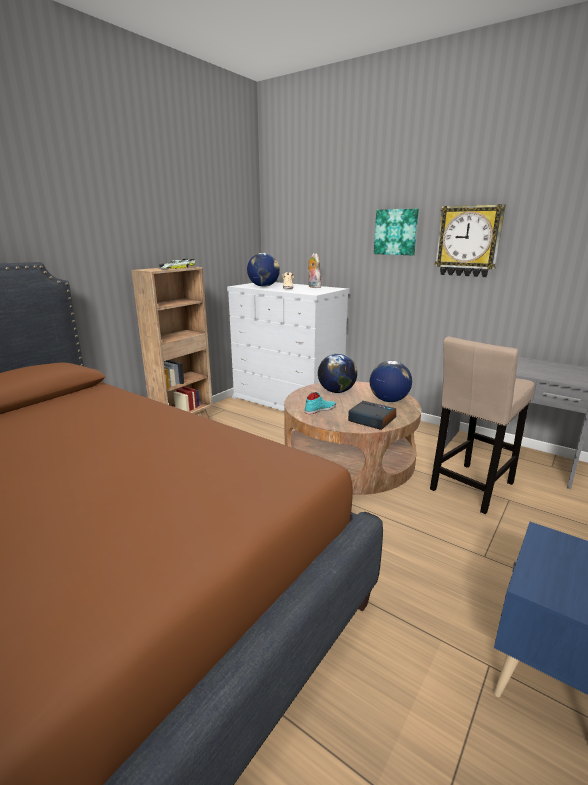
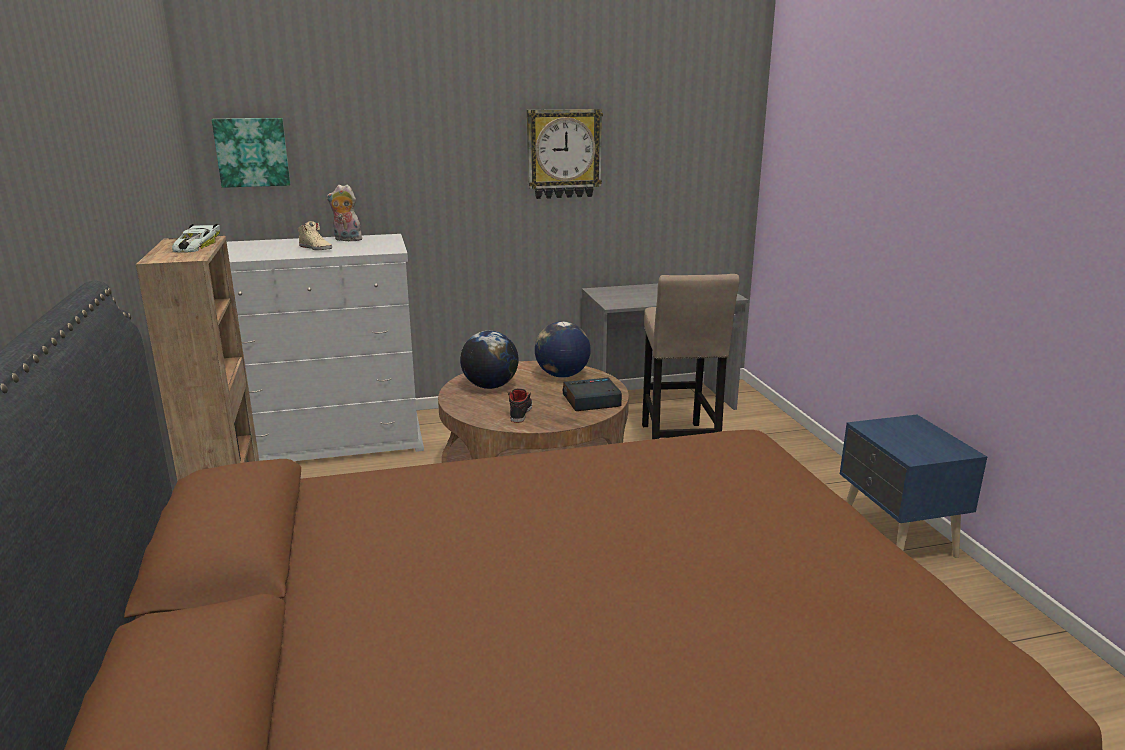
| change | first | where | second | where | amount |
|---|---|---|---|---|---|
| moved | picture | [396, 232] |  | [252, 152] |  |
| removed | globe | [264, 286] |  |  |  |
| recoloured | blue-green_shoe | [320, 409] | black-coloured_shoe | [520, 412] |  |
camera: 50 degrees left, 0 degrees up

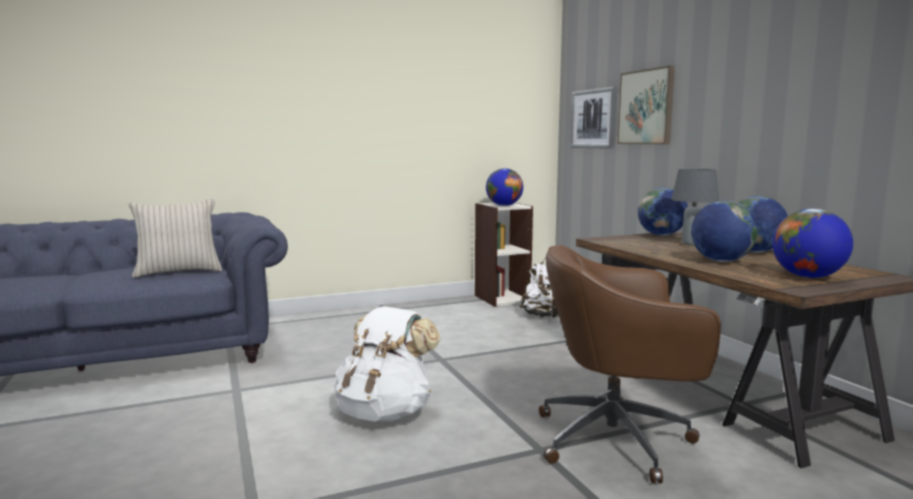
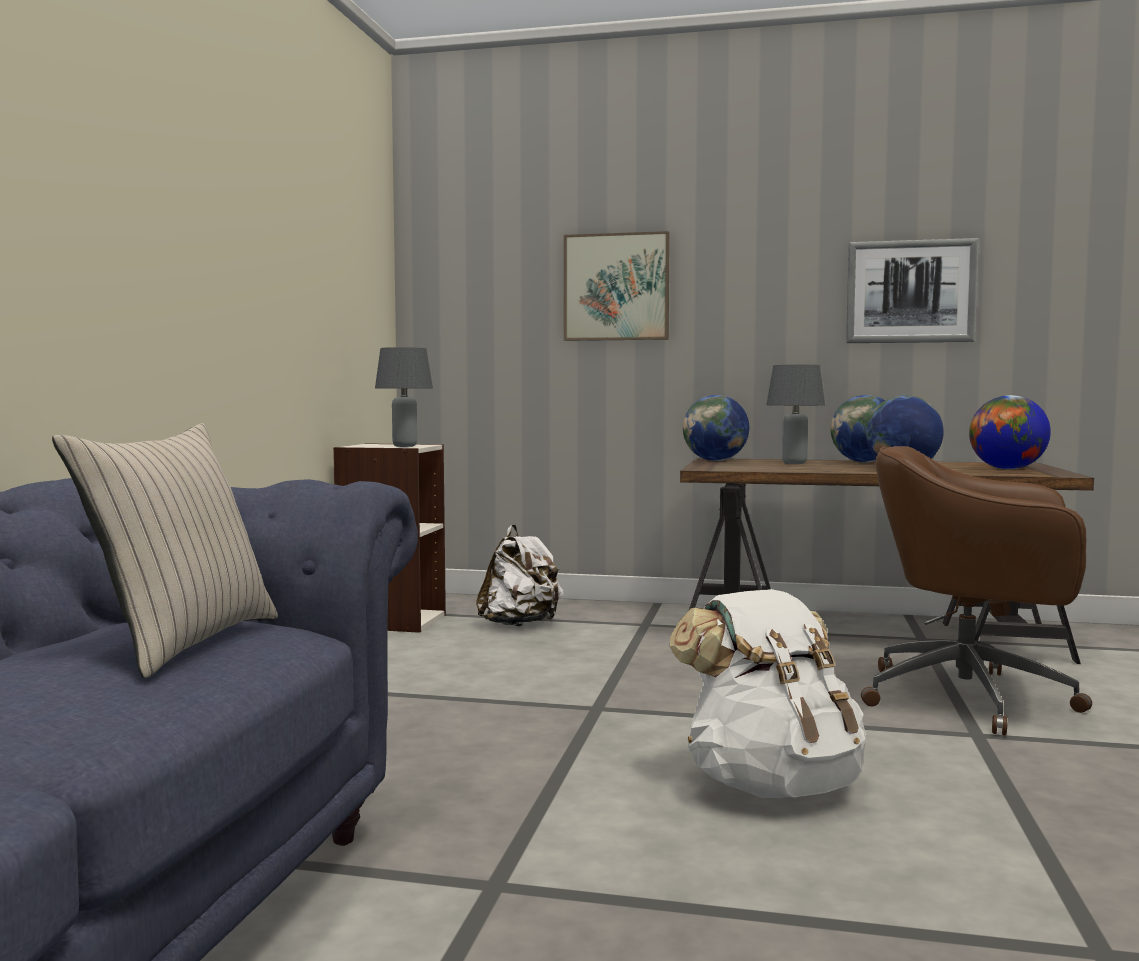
| change | first | where | second | where | amount |
|---|---|---|---|---|---|
| moved | picture | [593, 119] |  | [910, 292] |  |
| replaced | globe | [504, 205] | gray_table_lamp | [405, 446] |  |
| turned | brown_office_chair | [618, 439] |  | [973, 699] | 75 degrees clockwise |
camera: 55 degrees left, 5 degrees down

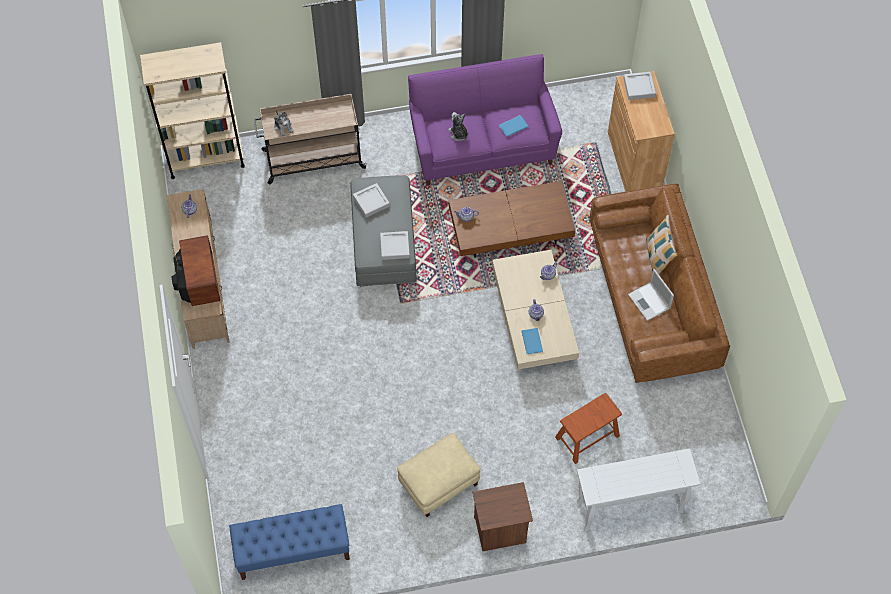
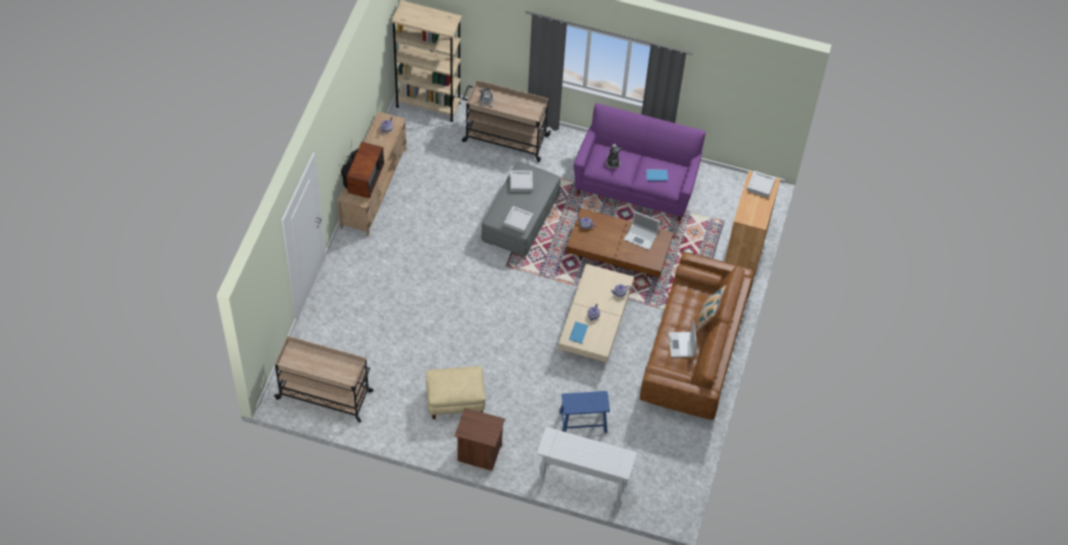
| change | first | where | second | where | amount |
|---|---|---|---|---|---|
| recoloured | brown_stool_seat | [587, 436] | blue-coloured_stool_seat | [583, 421] |  |
| replaced | blue-coloured_bench | [292, 551] | sand-coloured_trolley | [326, 395] |  |
| added |  |  | portable_computer | [641, 237] |  |
camera: 25 degrees right, 5 degrees down

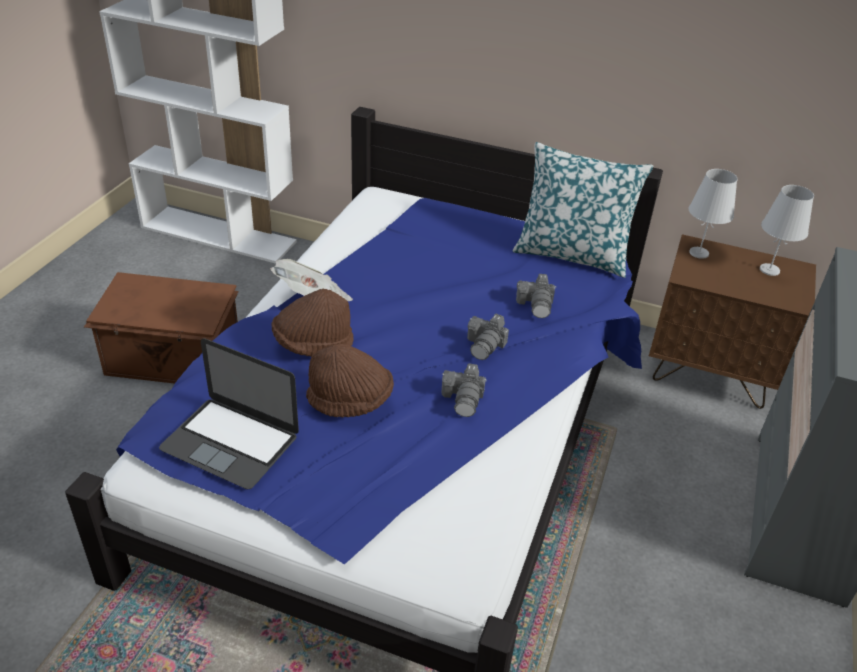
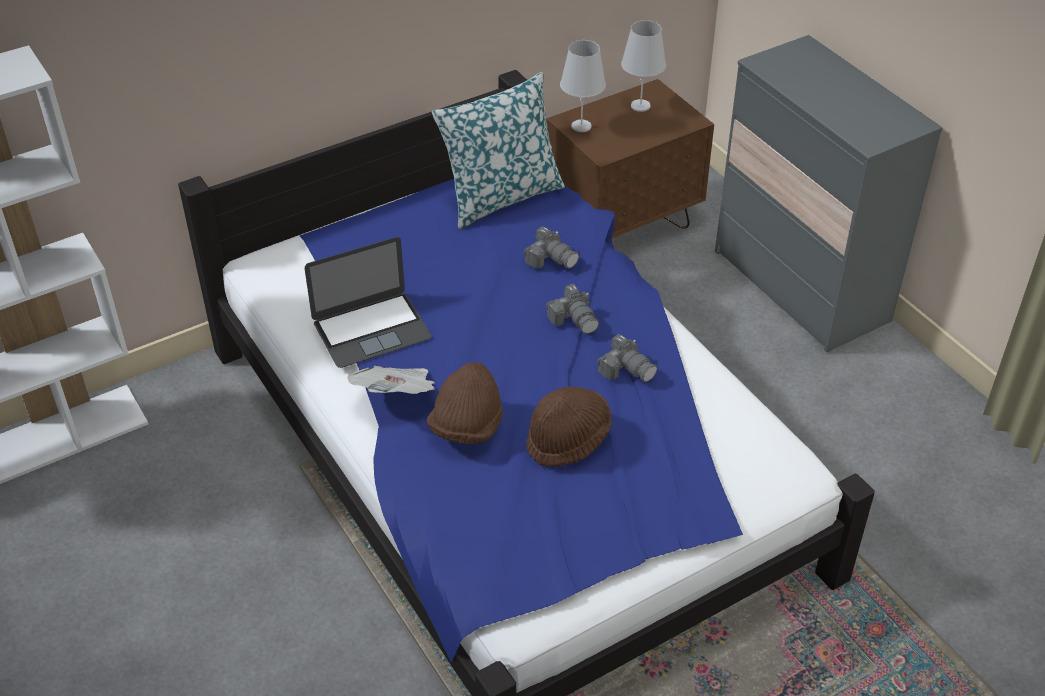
| change | first | where | second | where | amount |
|---|---|---|---|---|---|
| removed | brown_storage_bin | [174, 360] |  |  |  |
| moved | portable_computer | [230, 442] |  | [371, 329] |  |
camera: 50 degrees left, 5 degrees up

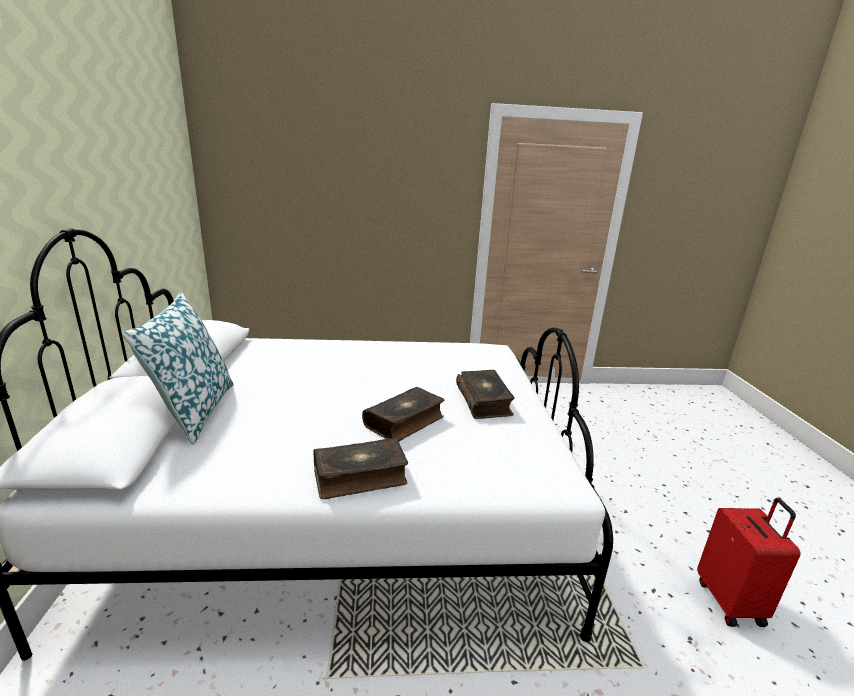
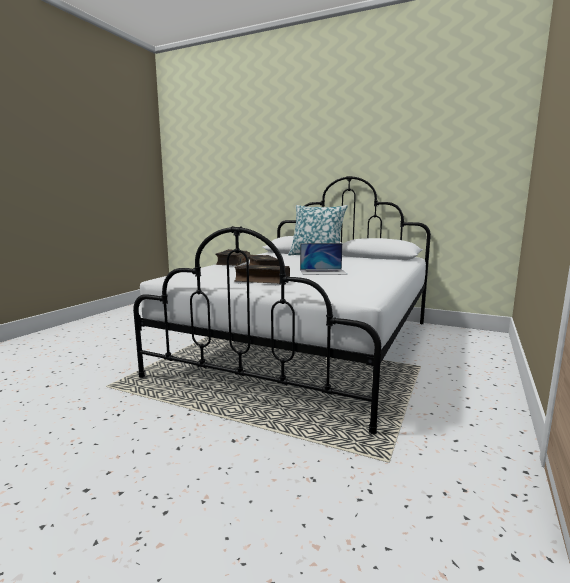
| change | first | where | second | where | amount |
|---|---|---|---|---|---|
| removed | reddish_suitcase | [731, 602] |  |  |  |
| added |  |  | portable_computer | [323, 272] |  |
camera: 120 degrees right, 10 degrees down

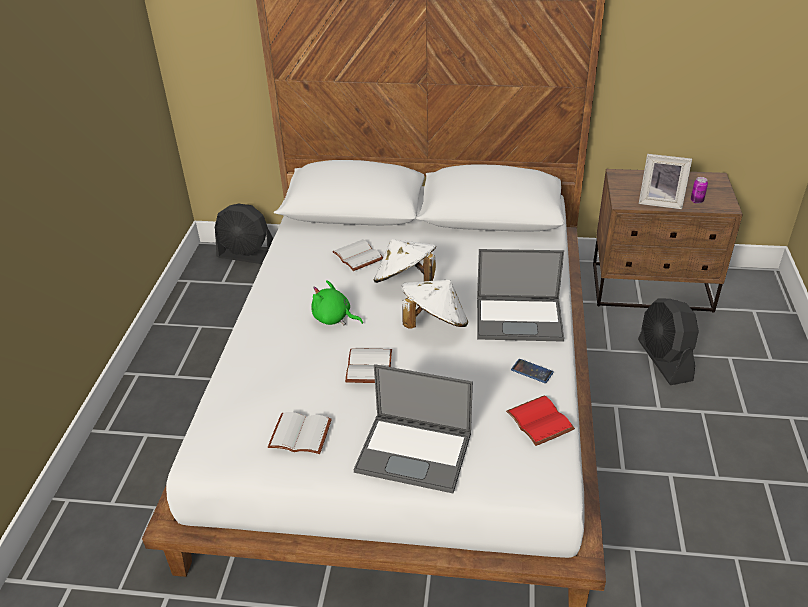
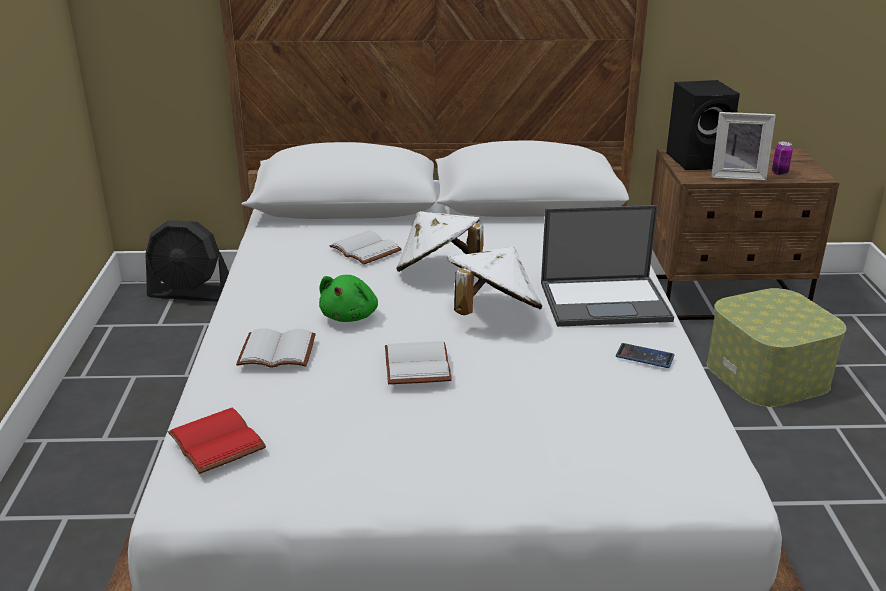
| change | first | where | second | where | amount |
|---|---|---|---|---|---|
| turned | green-coloured_soft_toy | [334, 318] |  | [350, 316] | 90 degrees counterclockwise |
| replaced | black-coloured_fan | [664, 360] | storage_bin | [767, 374] |  |
| removed | portable_computer | [415, 452] |  |  |  |
| moved | reddish_bound_book | [541, 421] |  | [219, 442] |  |
| moved | whitish_bound_book | [301, 433] |  | [279, 350] |  |
| added |  |  | black-coloured_speaker | [699, 160] |  |
camera: 10 degrees left, 10 degrees down

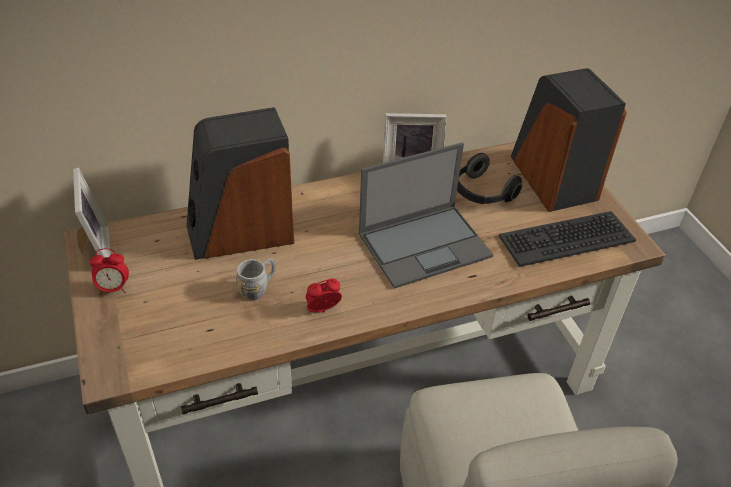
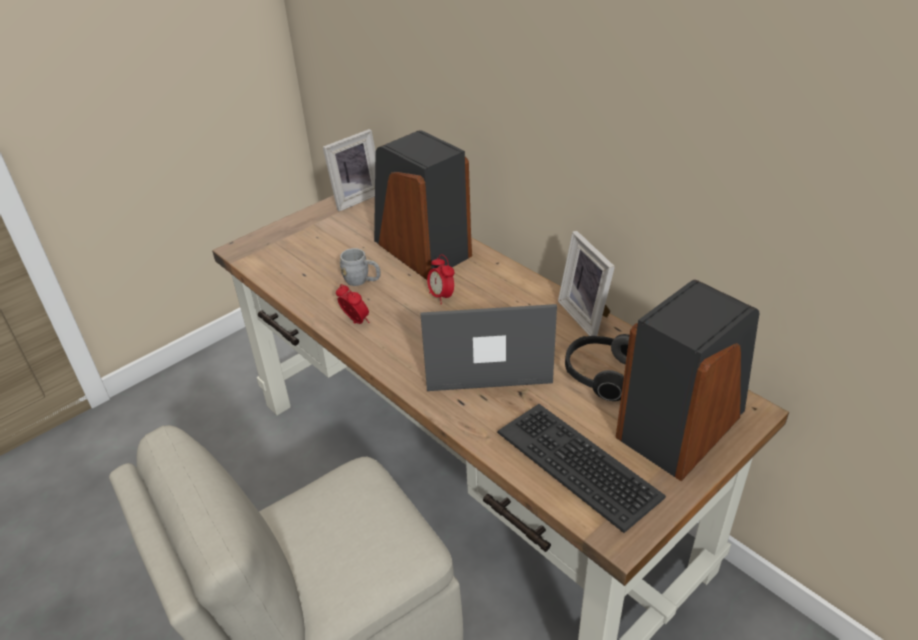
| change | first | where | second | where | amount |
|---|---|---|---|---|---|
| turned | portable_computer | [426, 244] |  | [484, 357] | 135 degrees clockwise |
| moved | alarm_clock | [113, 288] |  | [441, 296] |  |
camera: 70 degrees right, 5 degrees down

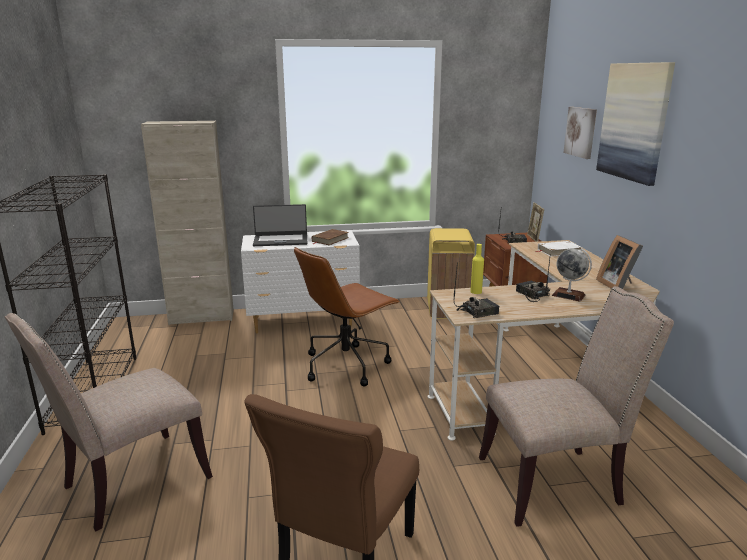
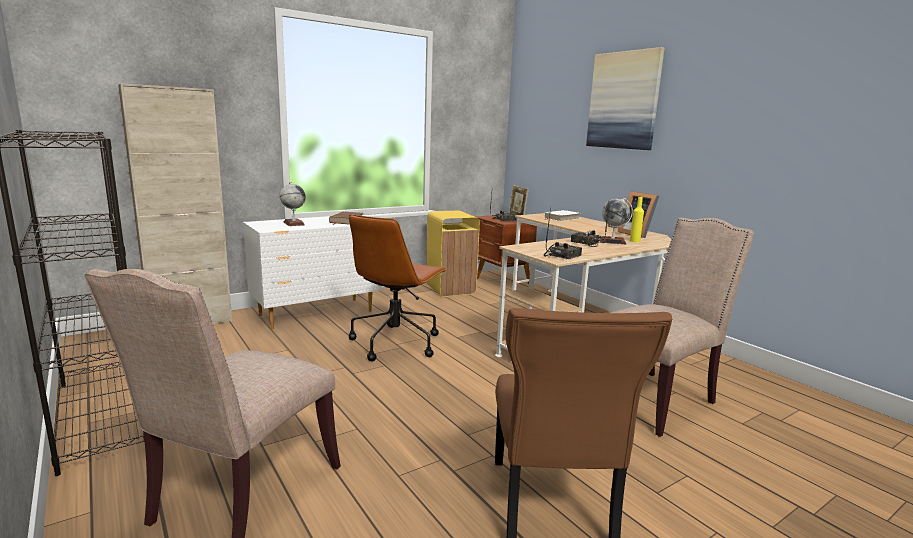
| change | first | where | second | where | amount |
|---|---|---|---|---|---|
| removed | picture | [581, 132] |  |  |  |
| replaced | portable_computer | [280, 240] | globe | [293, 223] |  |
| moved | yellow-coloured_beverage_bottle | [476, 292] |  | [634, 241] |  |
camera: 25 degrees left, 5 degrees down

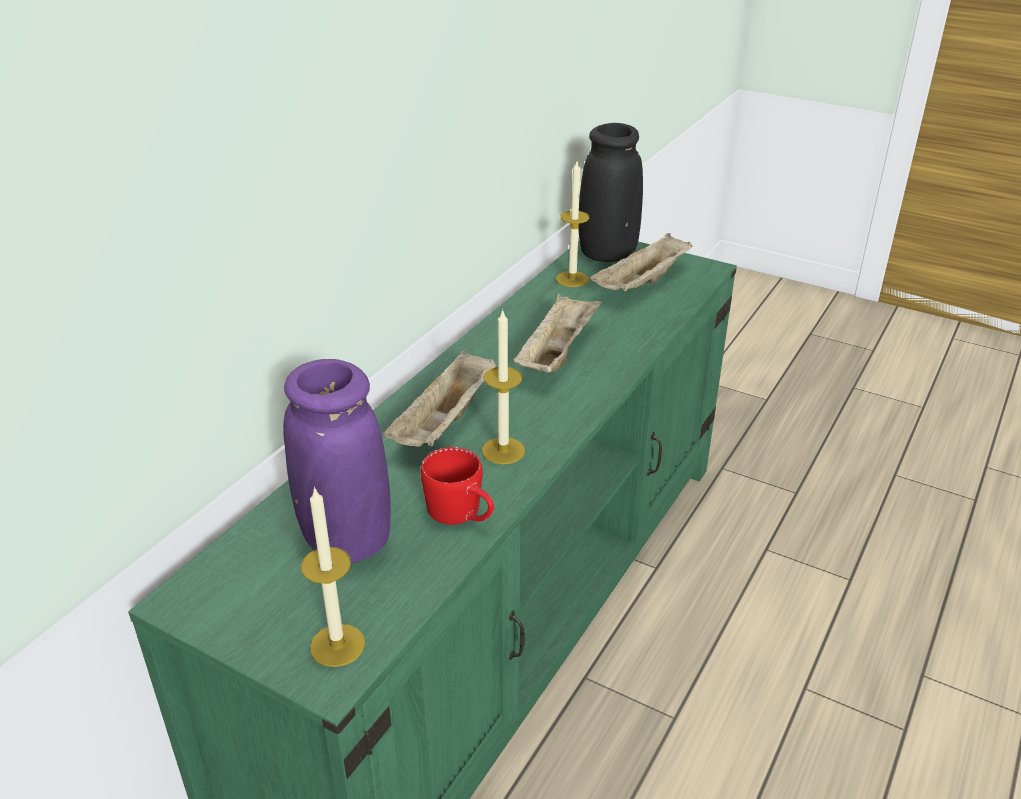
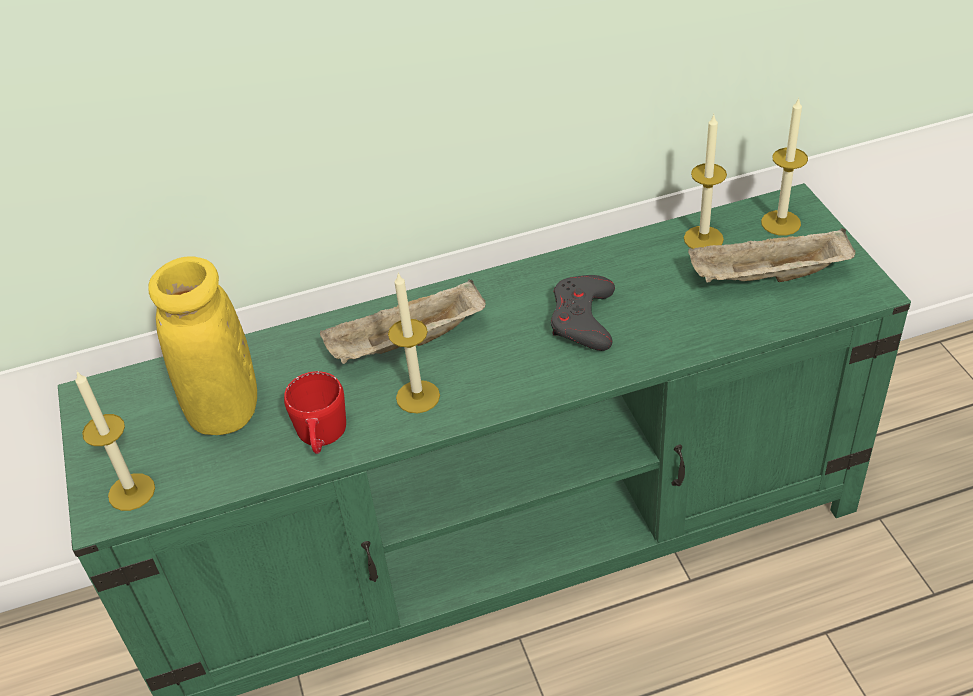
| change | first | where | second | where | amount |
|---|---|---|---|---|---|
| replaced | black-coloured_vase | [608, 254] | wax_candle | [780, 223] |  |
| replaced | sand-coloured_serving_tray | [557, 353] | gray_joypad | [583, 319] |  |
| recoloured | purple_vase | [346, 540] | yellow-coloured_vase | [225, 410] |  |
camera: 45 degrees right, 10 degrees up

